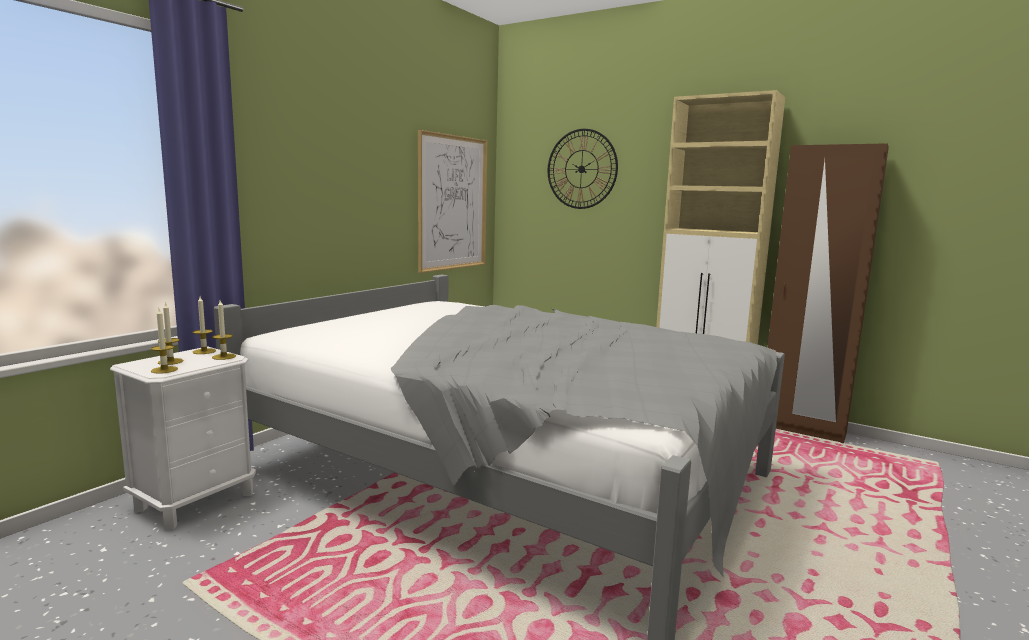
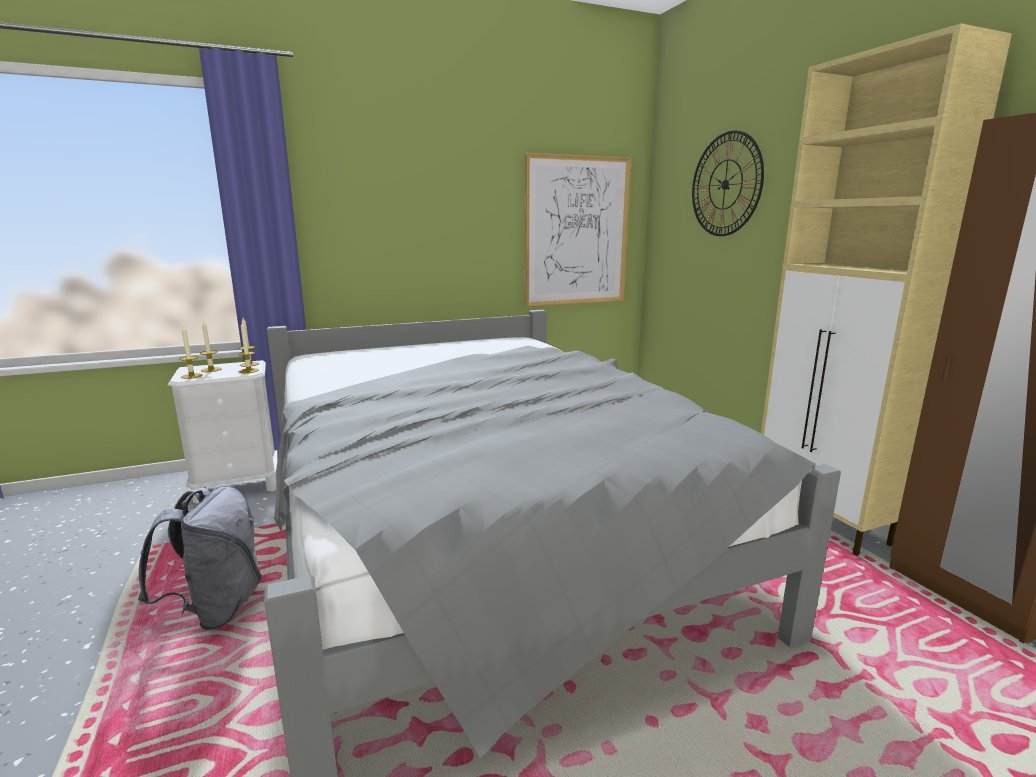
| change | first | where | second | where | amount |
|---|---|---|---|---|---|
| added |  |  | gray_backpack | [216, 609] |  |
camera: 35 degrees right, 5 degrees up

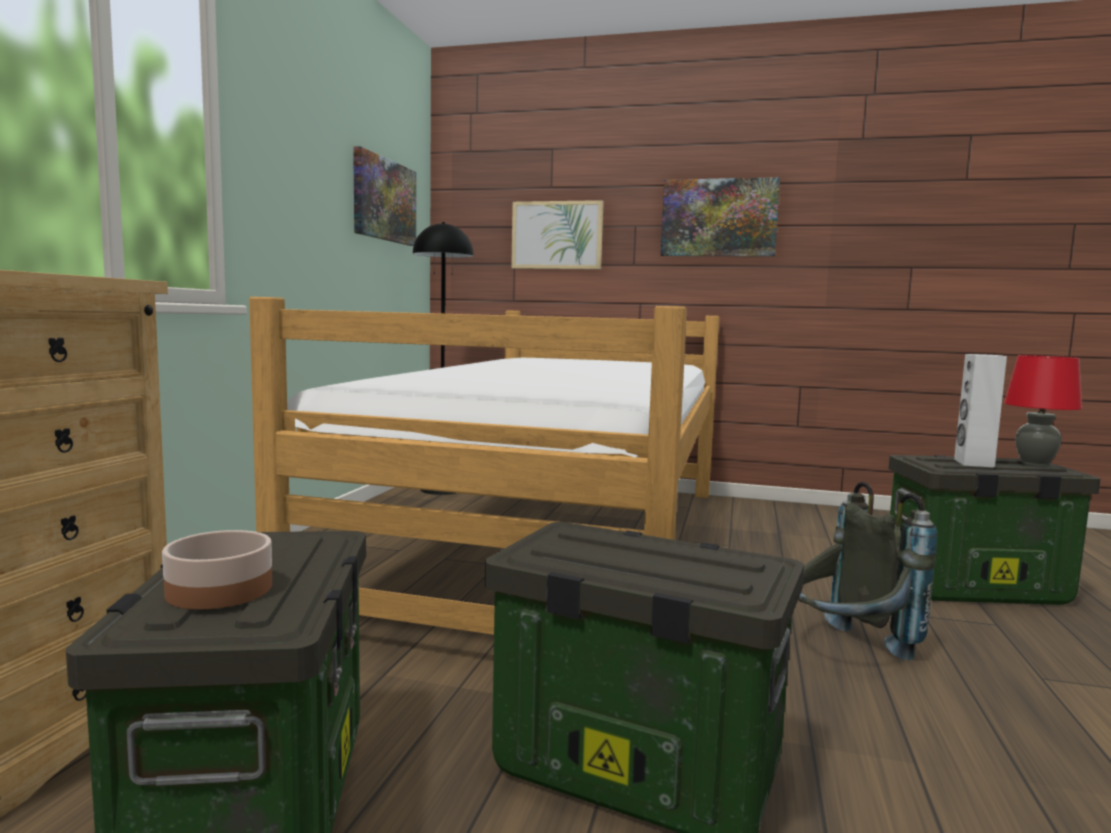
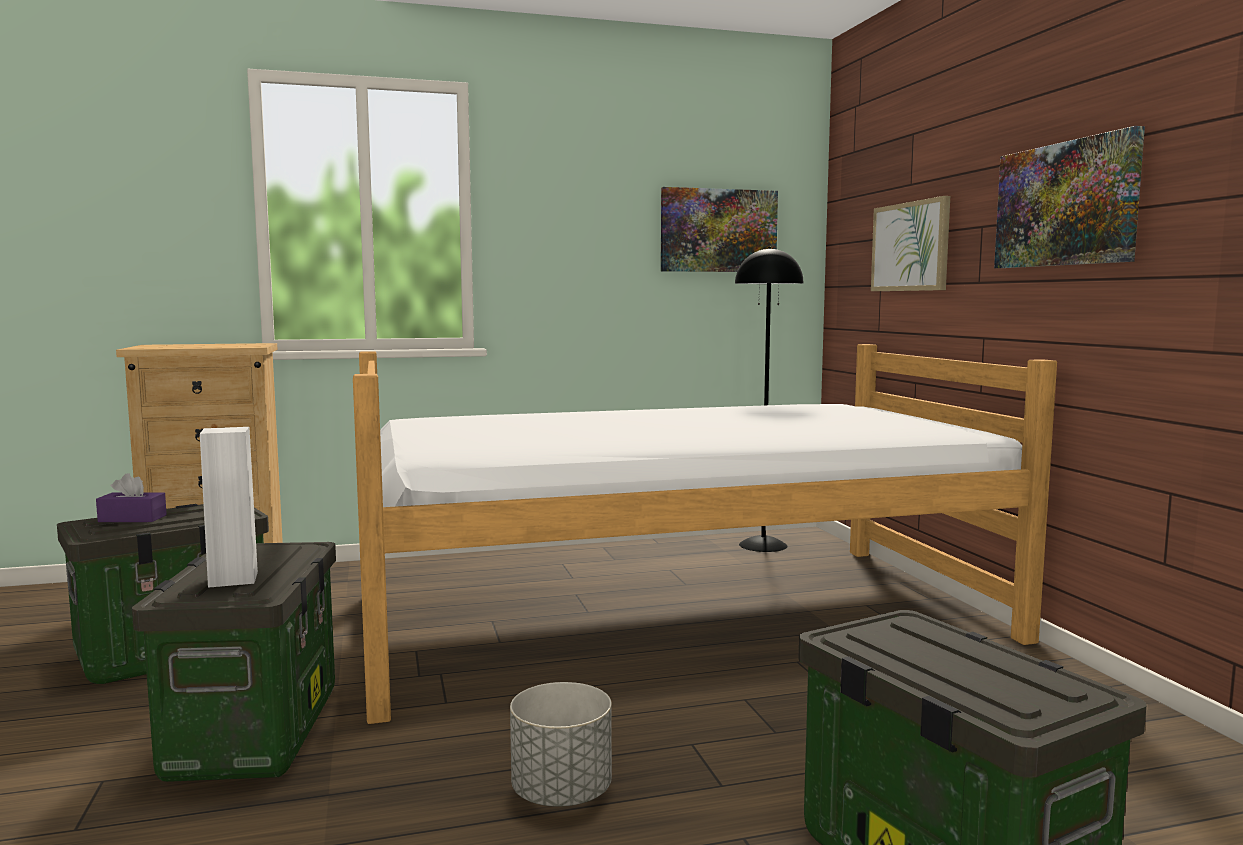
| change | first | where | second | where | amount |
|---|---|---|---|---|---|
| moved | whitish_speaker | [973, 463] |  | [233, 579] |  |
| removed | reddish_table_lamp | [1034, 464] |  |  |  |
| replaced | gray_backpack | [848, 650] | gray_plant_pot | [562, 793] |  |
| replaced | serving_bowl | [221, 589] | purple_tissue_box | [132, 518] |  |
camera: 60 degrees right, 0 degrees up

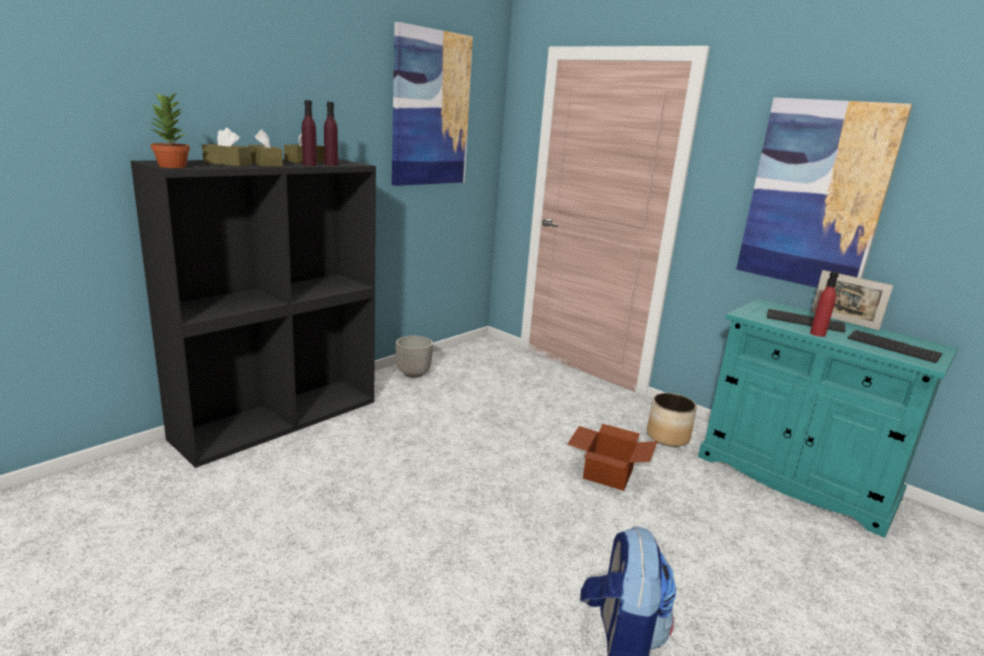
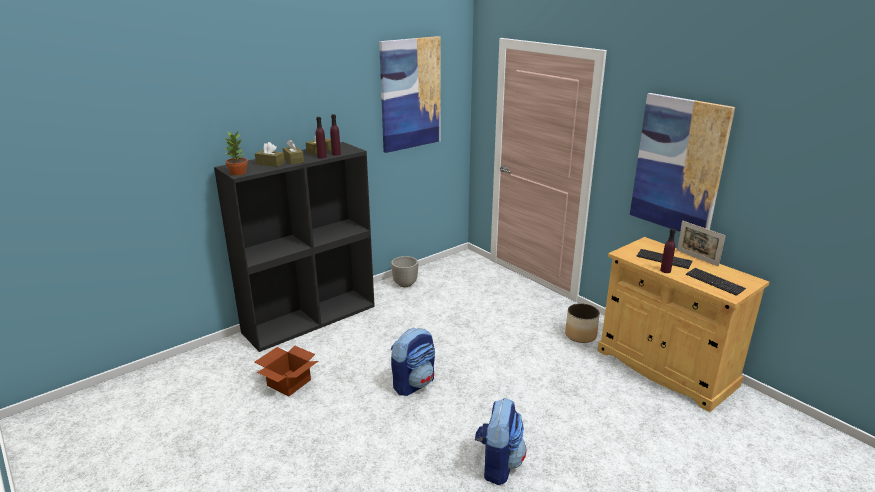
| change | first | where | second | where | amount |
|---|---|---|---|---|---|
| recoloured | reddish_beverage_bottle | [817, 334] | purple_beverage_bottle | [665, 270] |  |
| recoloured | blue-green_cabinet | [795, 477] | sand-coloured_cabinet | [665, 368] |  |
| moved | packing_box | [606, 473] |  | [288, 382] |  |
| added |  |  | backpack | [414, 383] |  |
camera: 10 degrees right, 5 degrees up

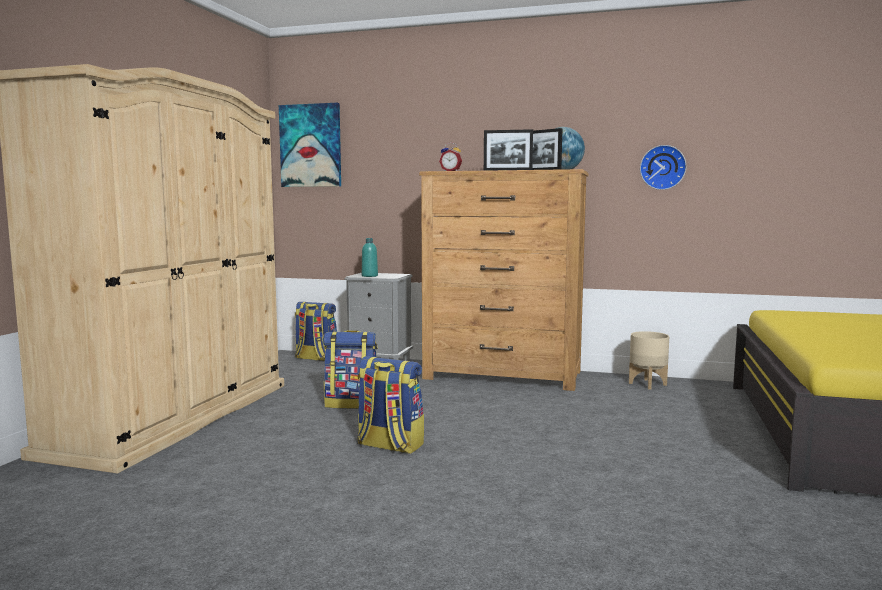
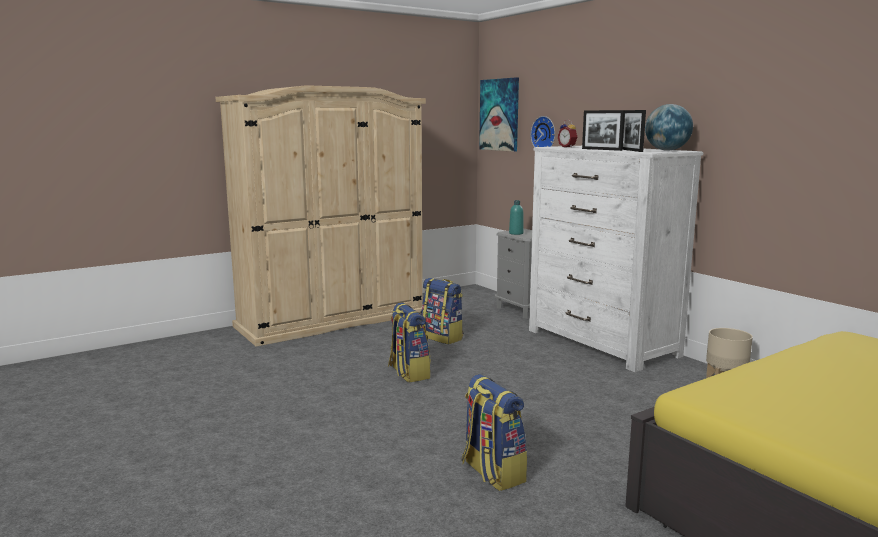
| change | first | where | second | where | amount |
|---|---|---|---|---|---|
| moved | hanging_clock | [662, 167] |  | [545, 134] |  |
| recoloured | brown_drawer_chest | [503, 375] | whitish_drawer_chest | [601, 343] |  |
| moved | backpack | [316, 358] |  | [492, 473] |  |
camera: 40 degrees right, 5 degrees up

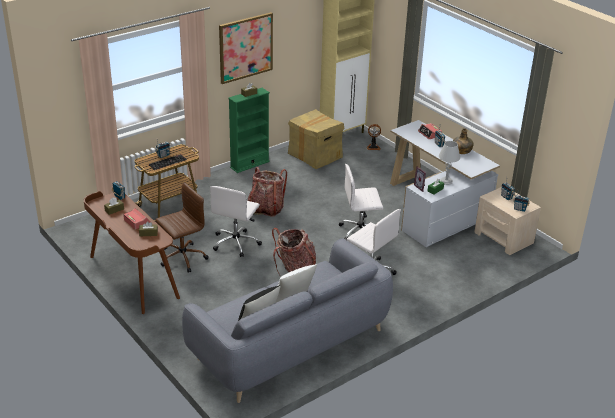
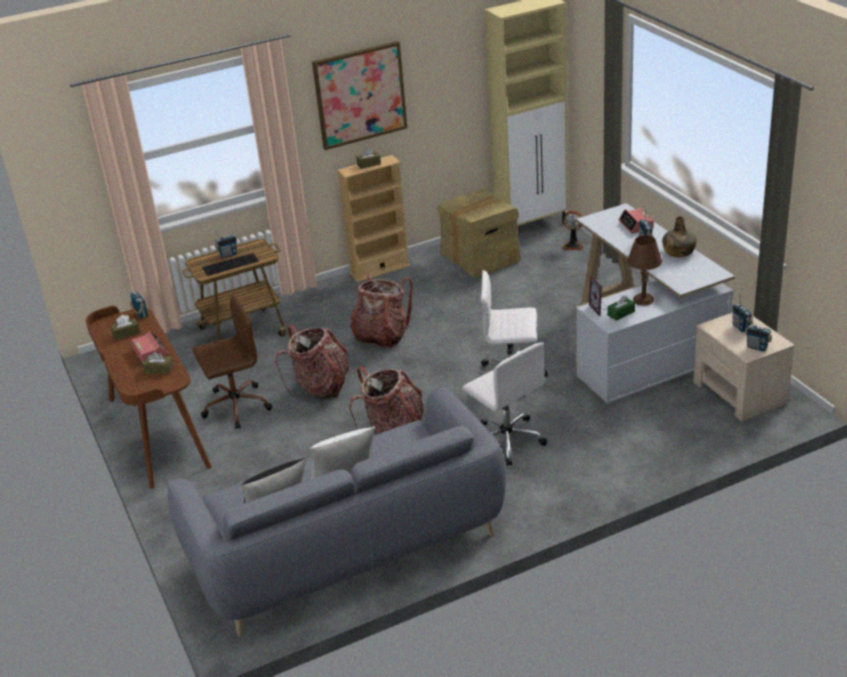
| change | first | where | second | where | amount |
|---|---|---|---|---|---|
| recoloured | green-coloured_bookshelf | [249, 164] | sand-coloured_bookshelf | [380, 270] |  |
| recoloured | gray_table_lamp | [446, 181] | brown_table_lamp | [643, 299] |  |
| replaced | whitish_office_chair | [236, 243] | backpack | [320, 387] |  |
camera: 15 degrees right, 0 degrees up

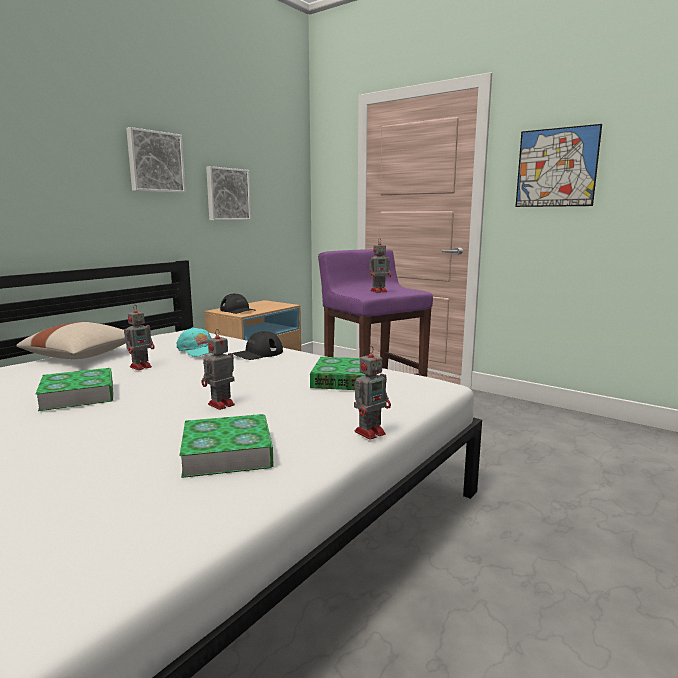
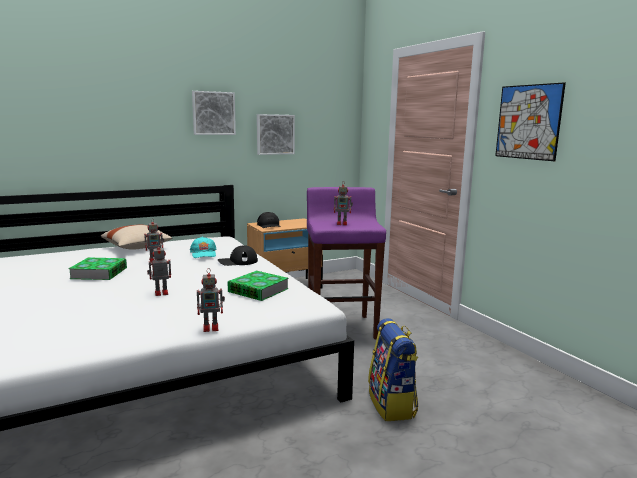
| change | first | where | second | where | amount |
|---|---|---|---|---|---|
| removed | bound_book | [227, 453] |  |  |  |
| added |  |  | backpack | [392, 405] |  |
camera: 25 degrees right, 0 degrees up

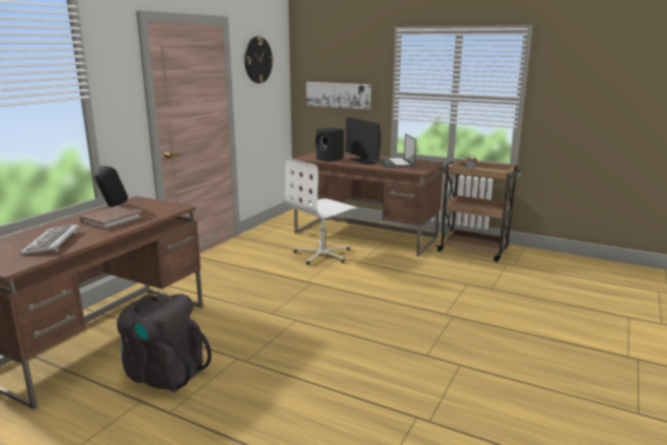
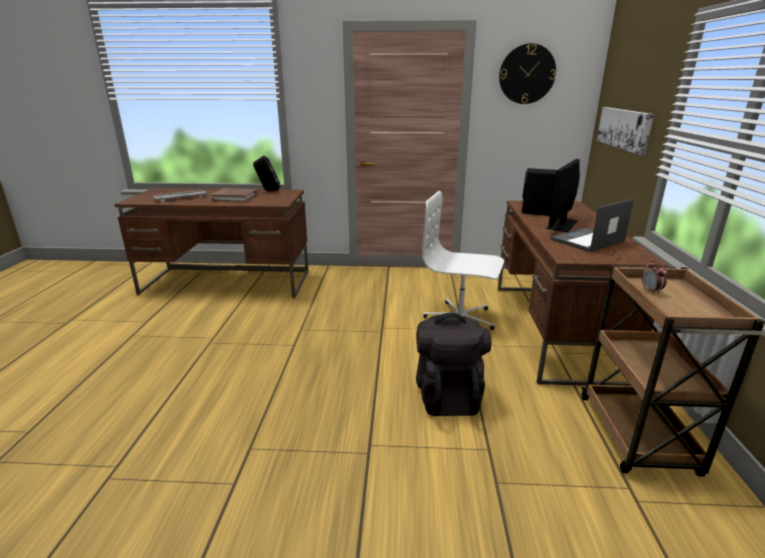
| change | first | where | second | where | amount |
|---|---|---|---|---|---|
| moved | black-coloured_backpack | [164, 374] |  | [447, 395] |  |
camera: 65 degrees right, 5 degrees up

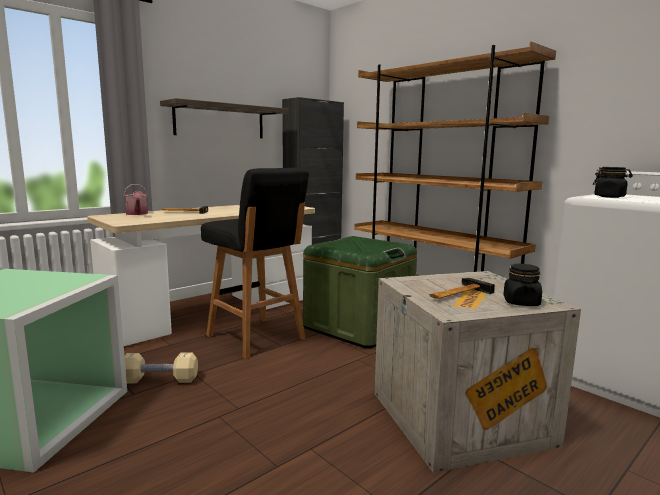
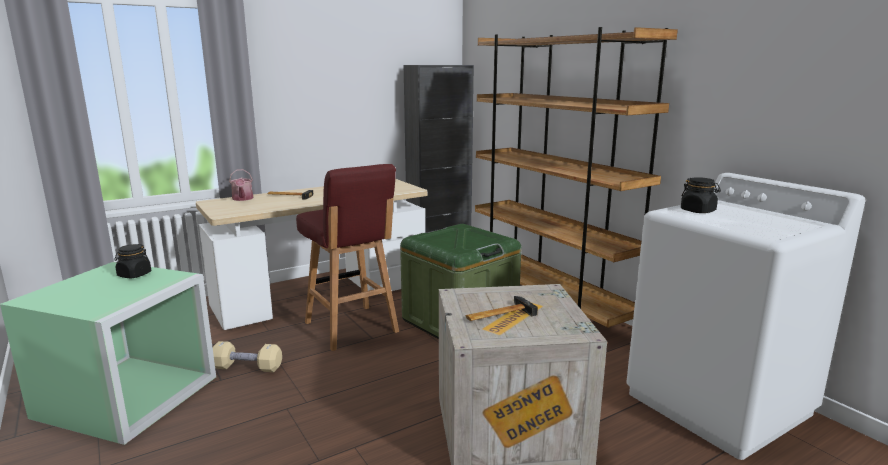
| change | first | where | second | where | amount |
|---|---|---|---|---|---|
| removed | shelf | [220, 121] |  |  |  |
| recoloured | black-coloured_stool_seat | [257, 338] | reddish_stool_seat | [352, 328] |  |
| moved | black-coloured_storage_jar | [521, 302] |  | [134, 275] |  |
camera: 10 degrees right, 5 degrees up

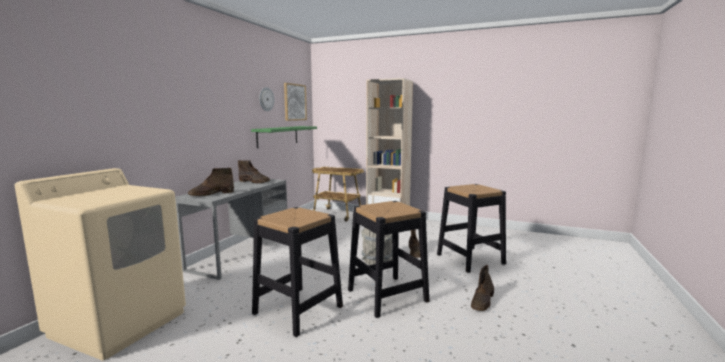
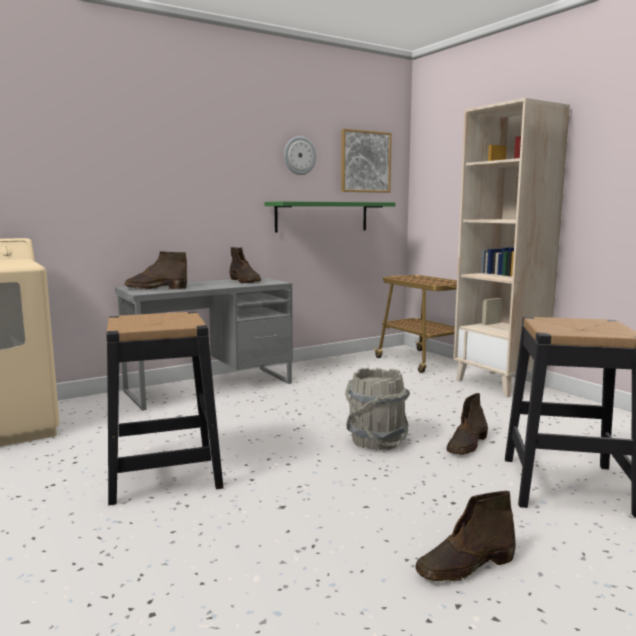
| change | first | where | second | where | amount |
|---|---|---|---|---|---|
| removed | black-coloured_stool_seat | [387, 295] |  |  |  |
camera: 35 degrees right, 0 degrees up

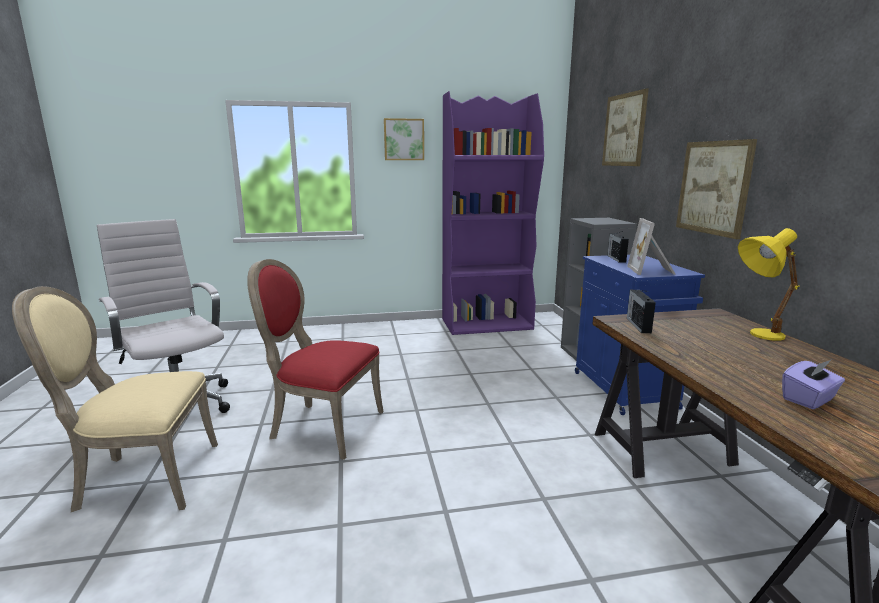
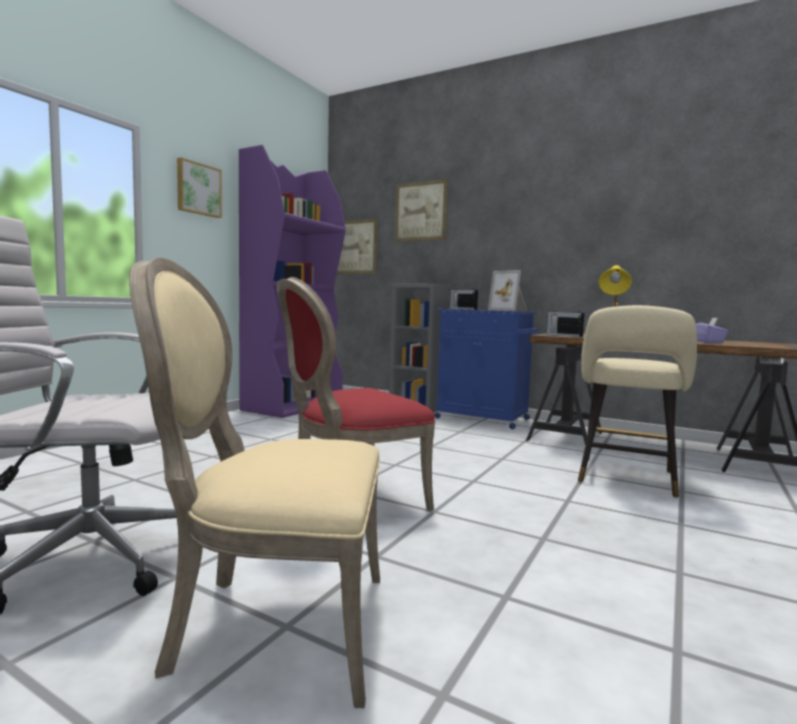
| change | first | where | second | where | amount |
|---|---|---|---|---|---|
| moved | picture | [713, 187] |  | [355, 247] |  |
| turned | sand-coloured_upright_chair | [143, 478] |  | [272, 626] | 60 degrees clockwise |
| added |  |  | sand-coloured_stool_seat | [626, 479] |  |
camera: 50 degrees left, 10 degrees down

